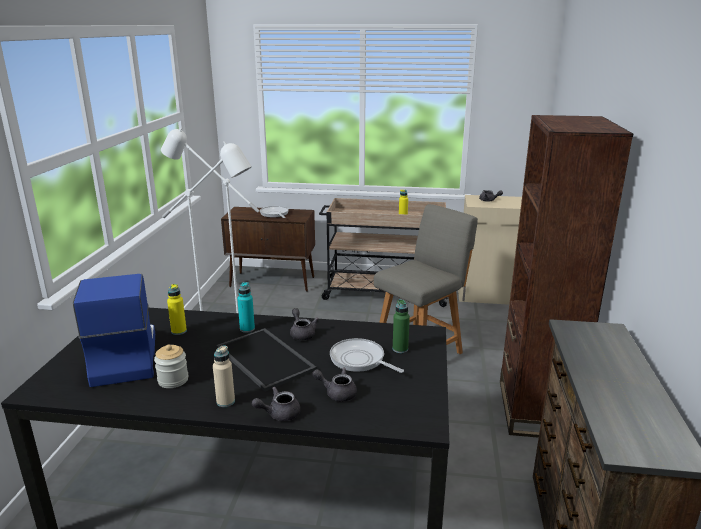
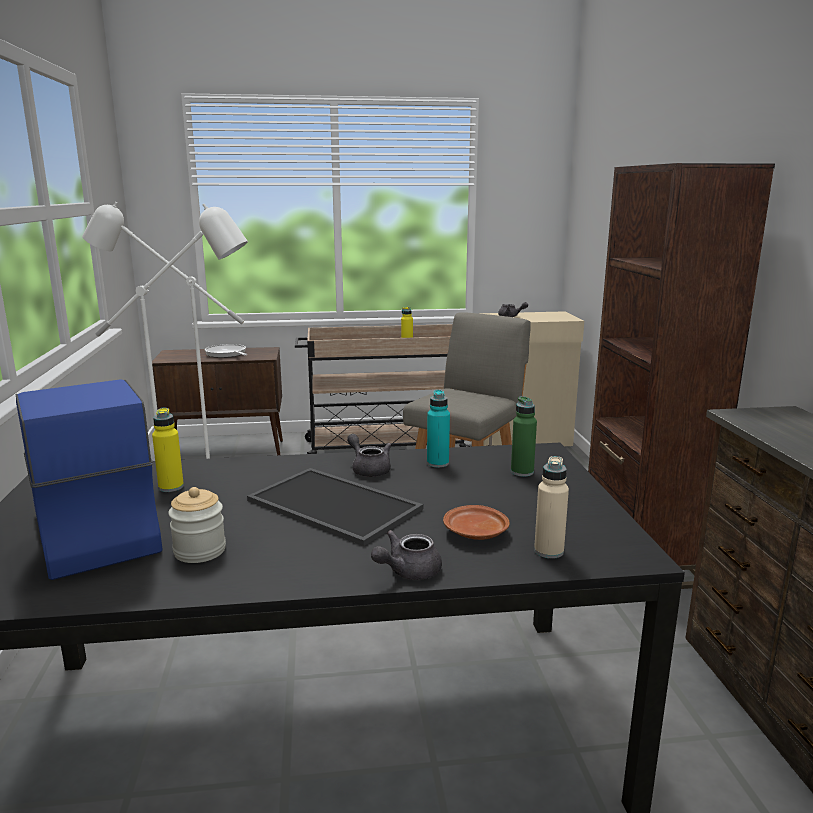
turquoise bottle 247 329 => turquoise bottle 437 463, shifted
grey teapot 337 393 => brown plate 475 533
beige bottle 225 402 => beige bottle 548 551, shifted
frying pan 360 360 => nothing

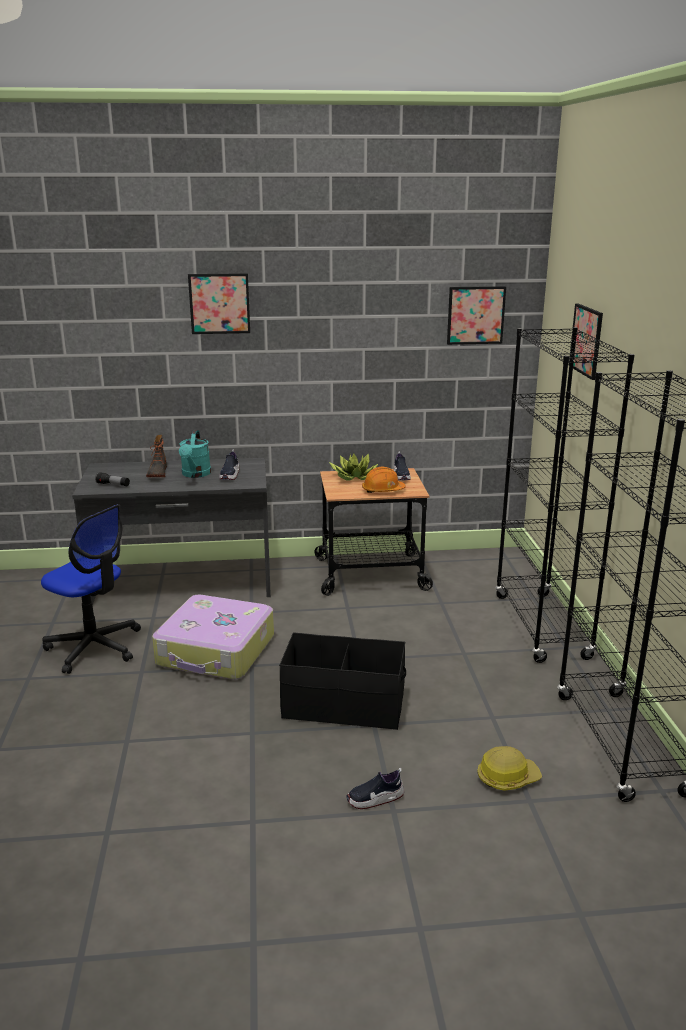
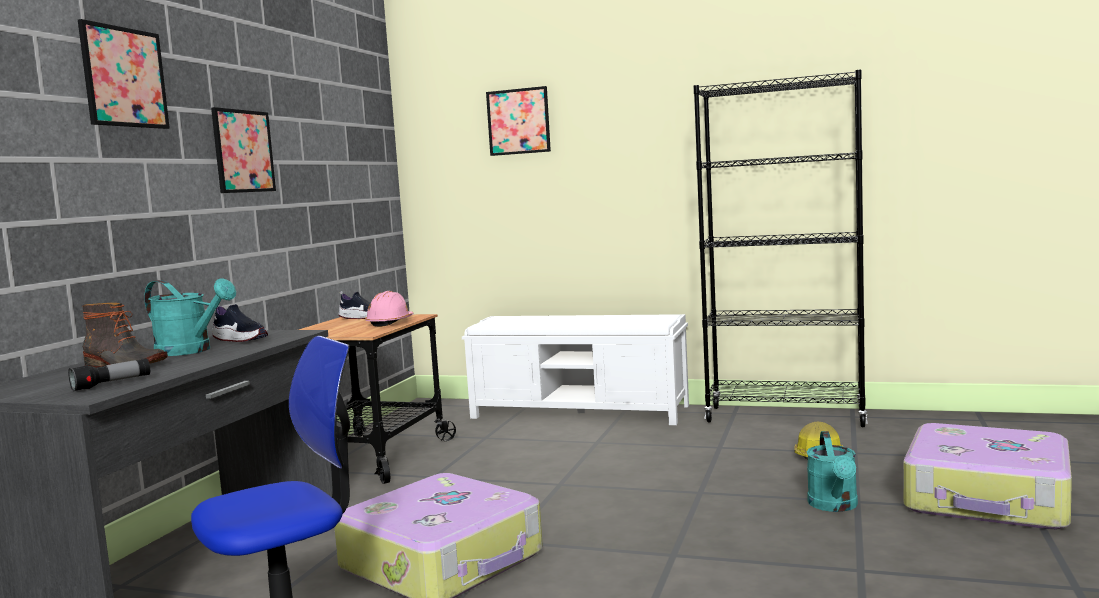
picture 475 315 => picture 243 151, shifted
orange hard hat 382 490 => pink hard hat 390 323
black bookcase 541 627 => white bench 581 412
shoe 375 799 => turquoise watering can 834 506
nothing => suitcase 988 498
black storage box 343 706 => nothing
potted plant 353 477 => nothing

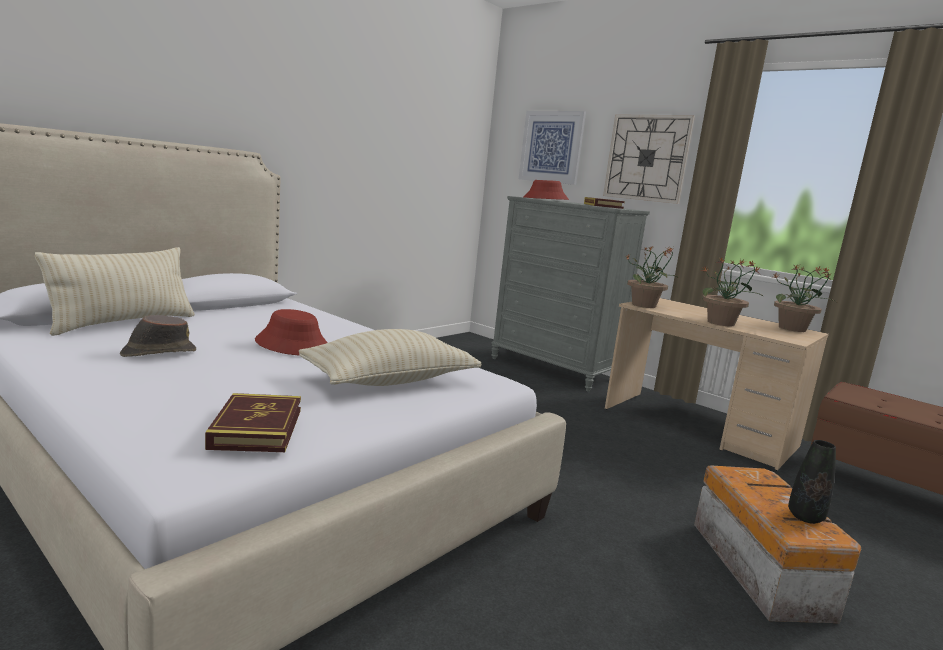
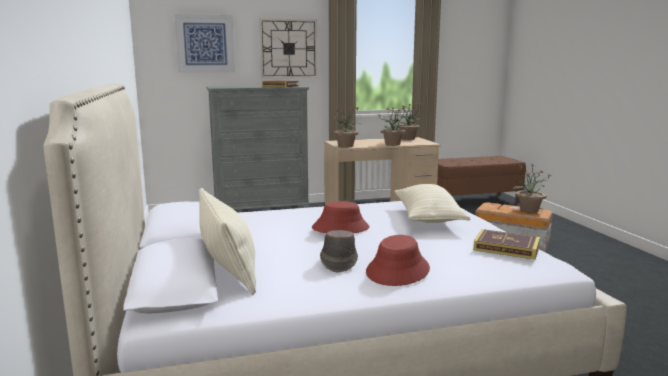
red hat 545 199 => red hat 398 270, shifted
black vase 805 517 => potted plant 528 210

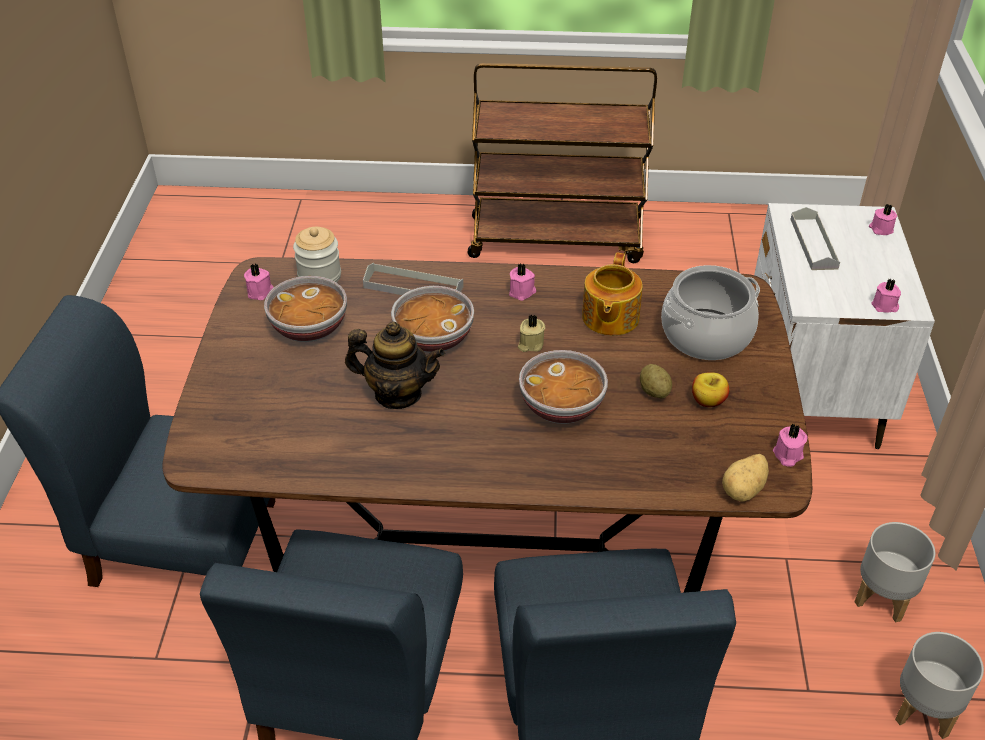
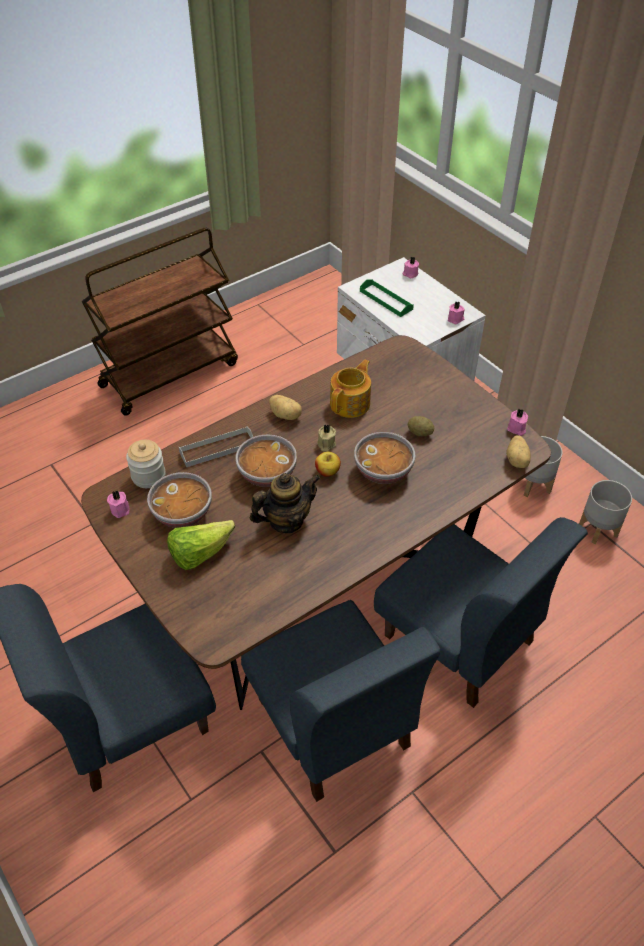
nothing => lettuce 200 554
pink candle 522 292 => potato 286 415
apple 708 401 => apple 327 471, shifted
teapot 609 318 => teapot 351 403, 120 degrees counterclockwise
grey tray 813 243 => green tray 386 300
cooking pot 706 334 => nothing

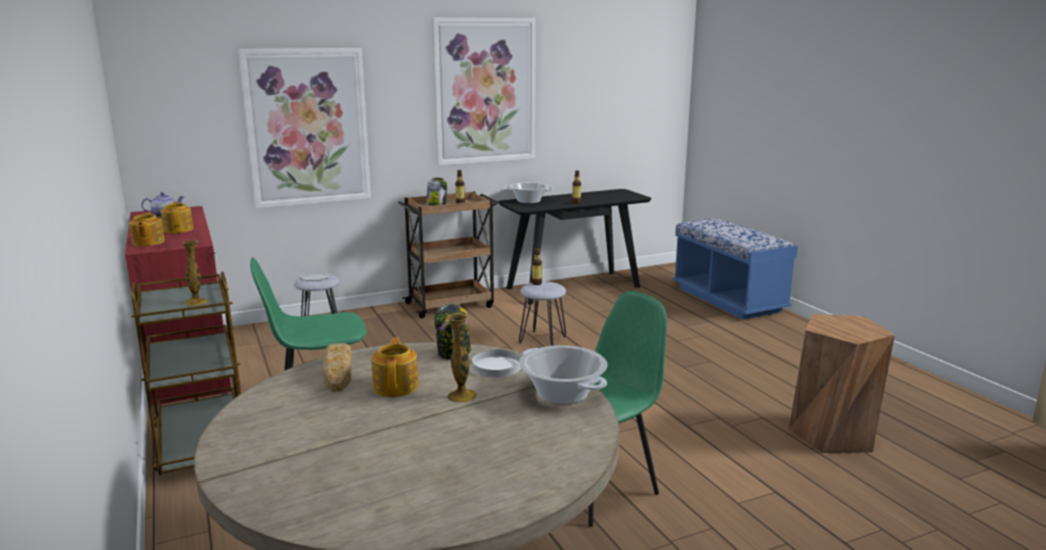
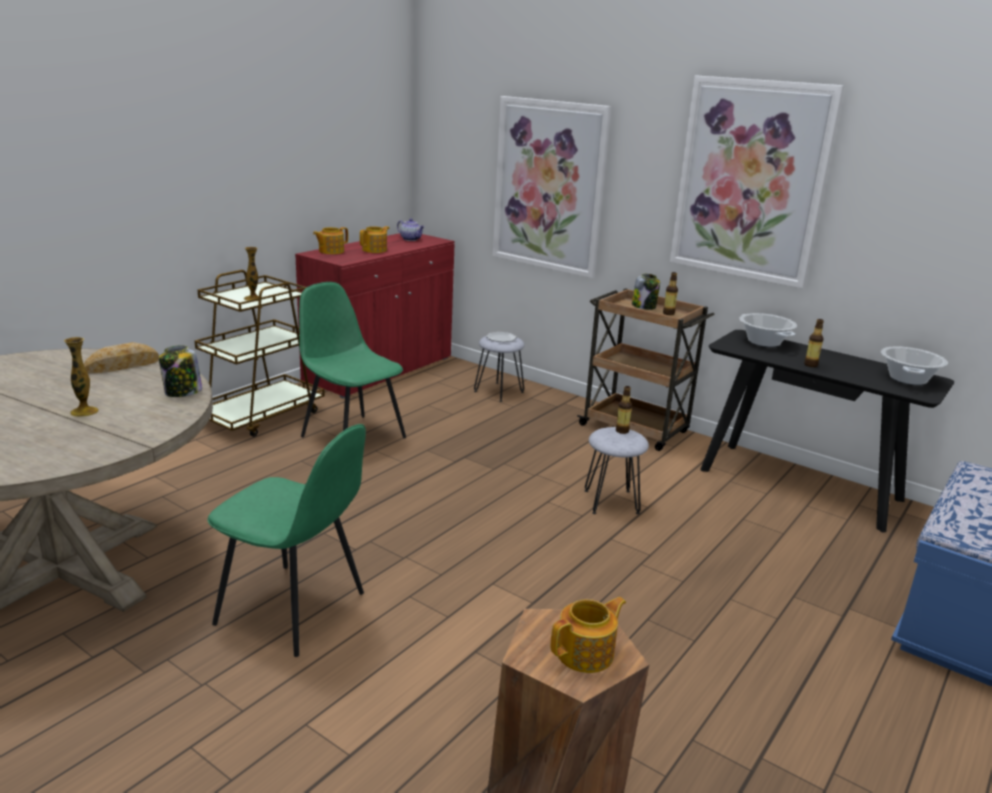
teapot 396 386 => teapot 586 653, shifted
cooking pot 562 394 => cooking pot 907 379, shifted
white plate 497 366 => nothing

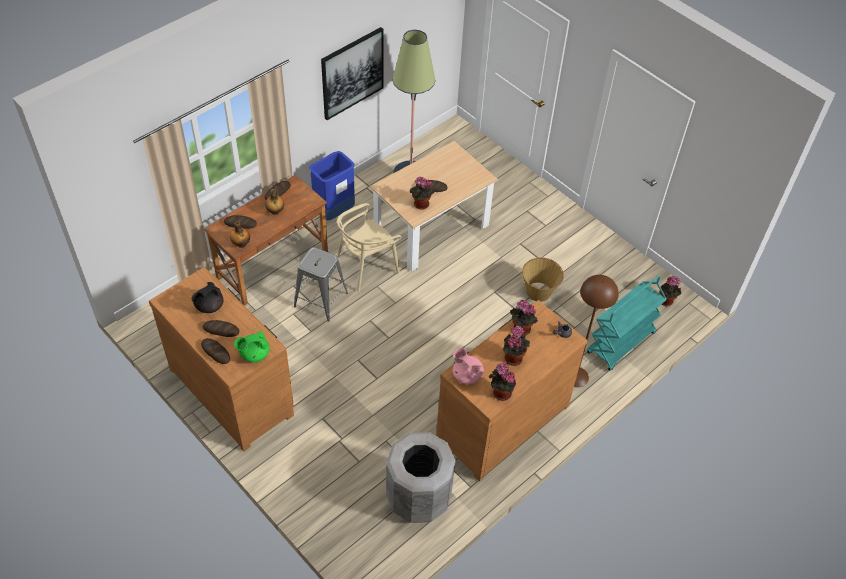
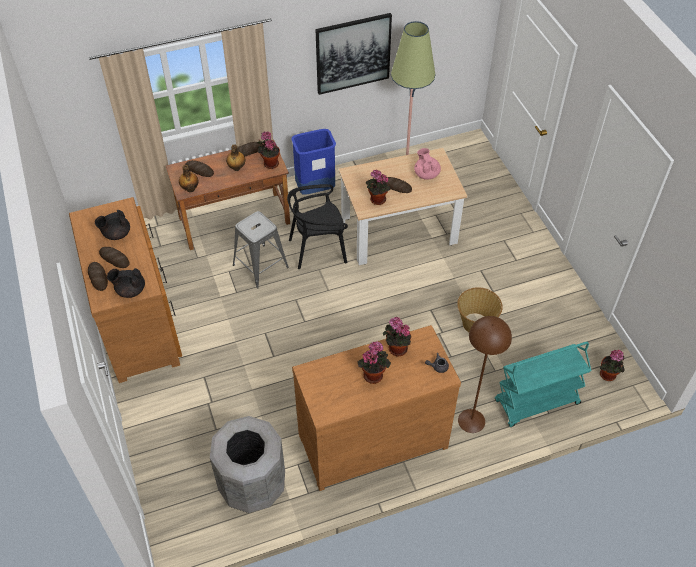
green teapot 254 354 => black teapot 130 290
potted plant 500 393 => potted plant 270 163, shifted
beige chair 366 267 => black chair 318 249
pink teapot 467 375 => pink teapot 426 174, shifted

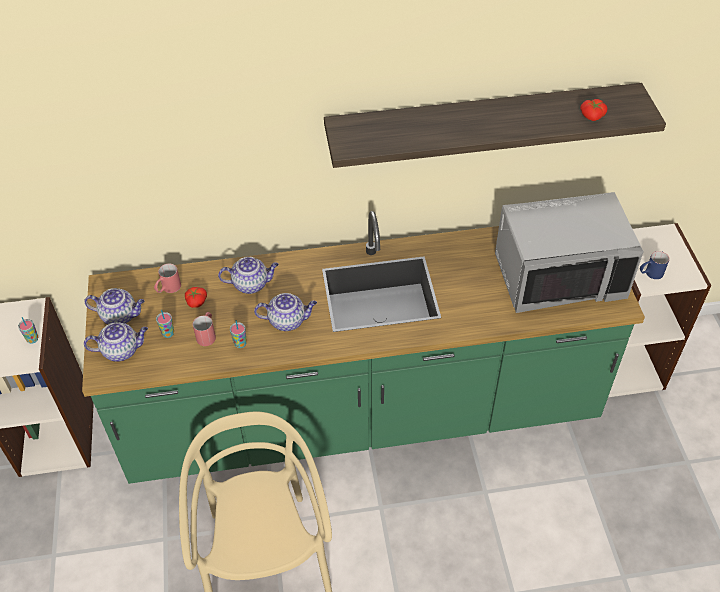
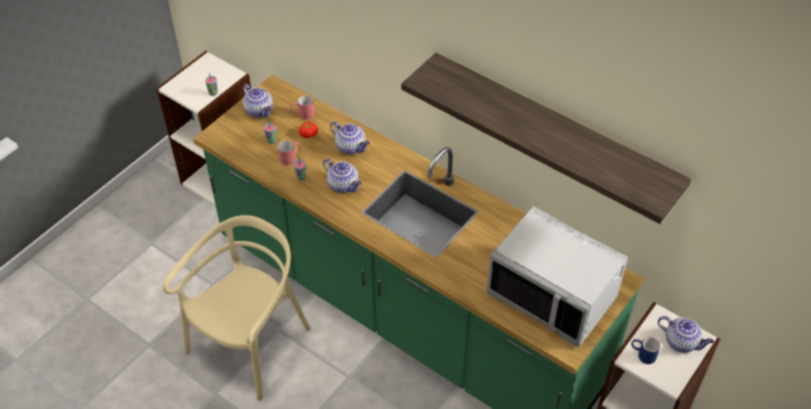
teapot 122 350 => teapot 682 342, shifted
tomato 592 117 => nothing

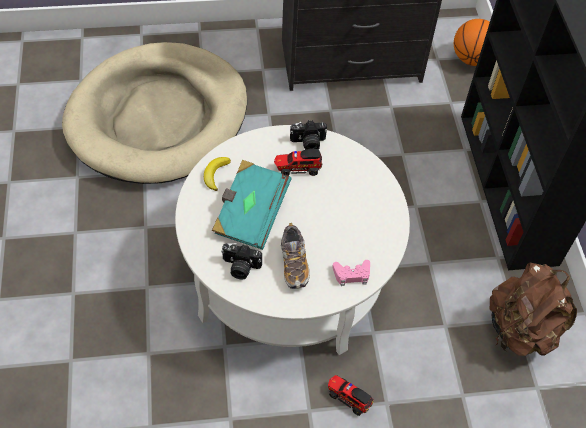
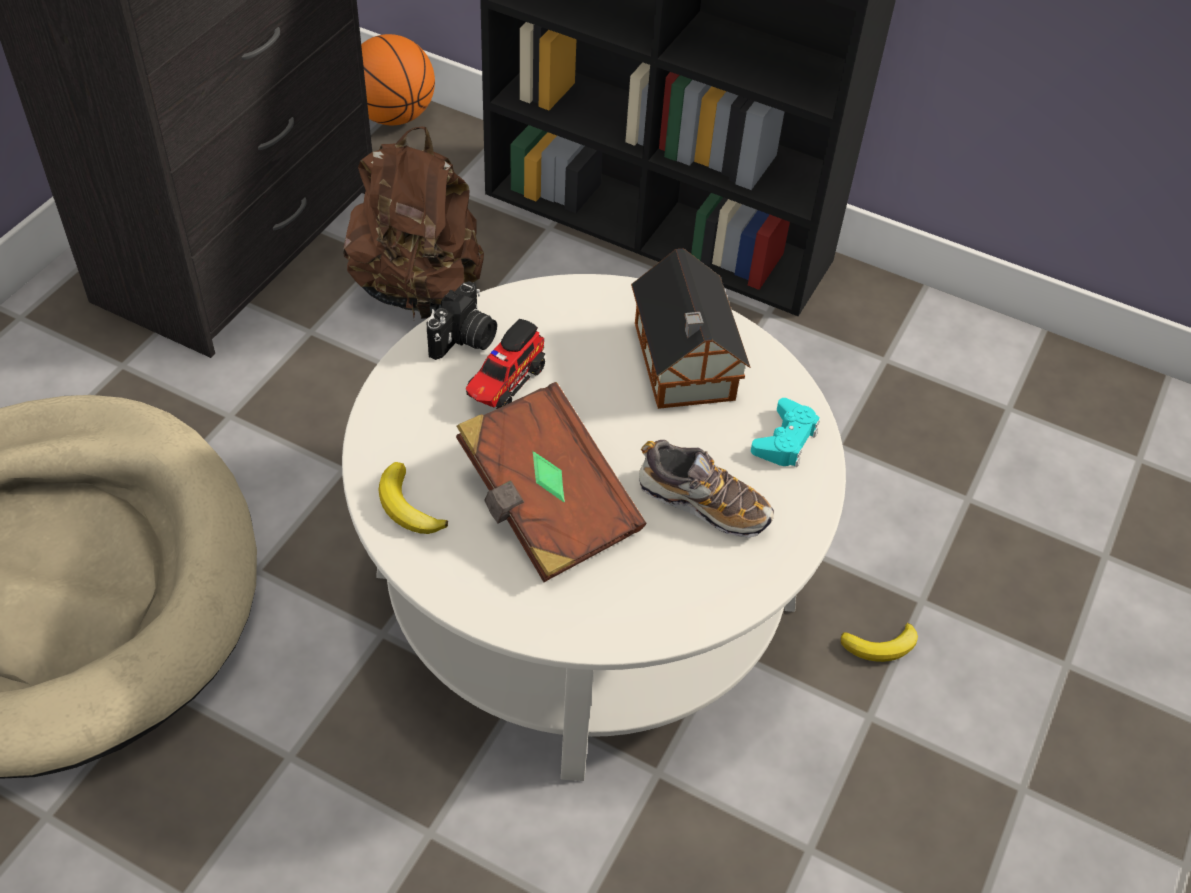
brown backpack 520 330 => brown backpack 418 288, shifted
turquoise book 250 214 => brown book 546 505
nothing => toy house 683 365
pink game controller 352 275 => turquoise game controller 785 440
toy truck 348 397 => banana 881 646
photo camera 240 267 => nothing

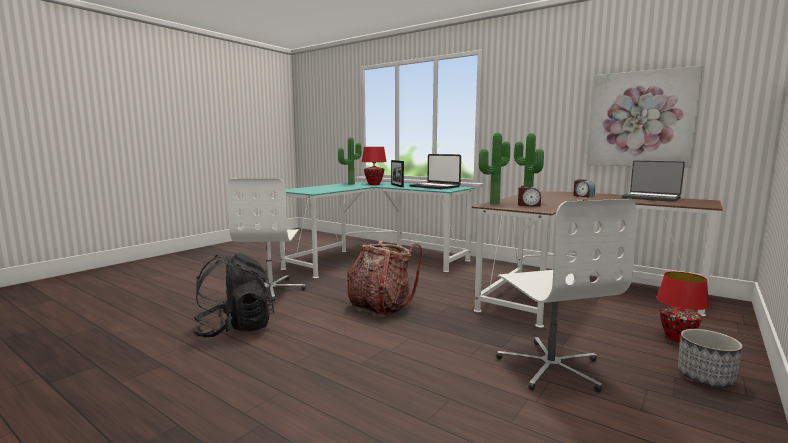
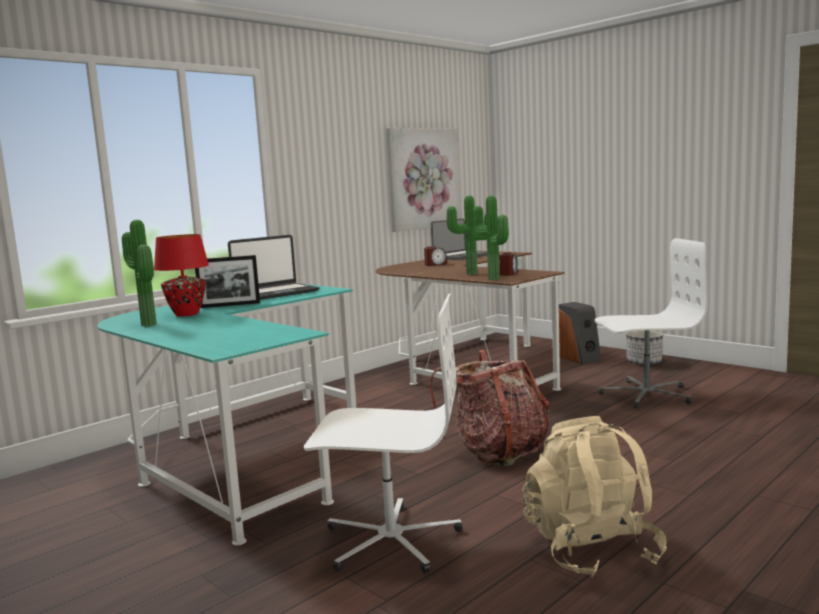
black backpack 235 328 => beige backpack 591 549
red table lamp 678 339 => speaker 578 358

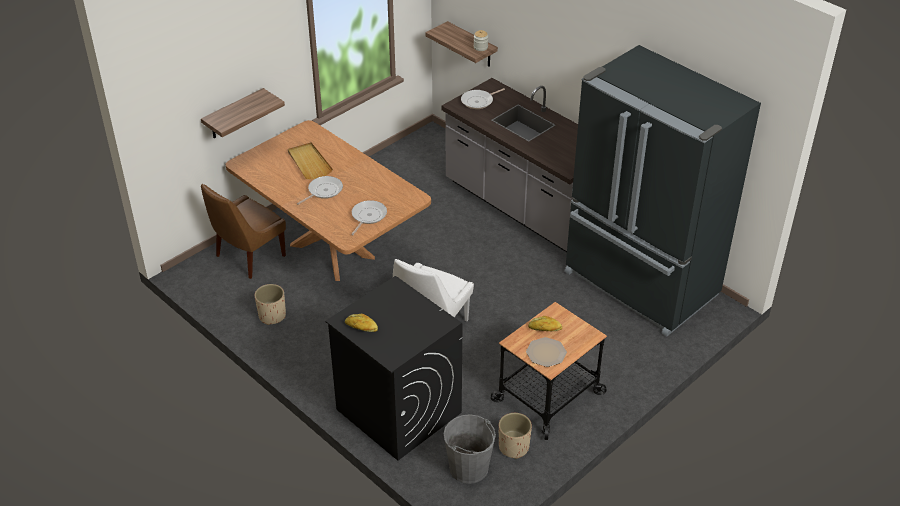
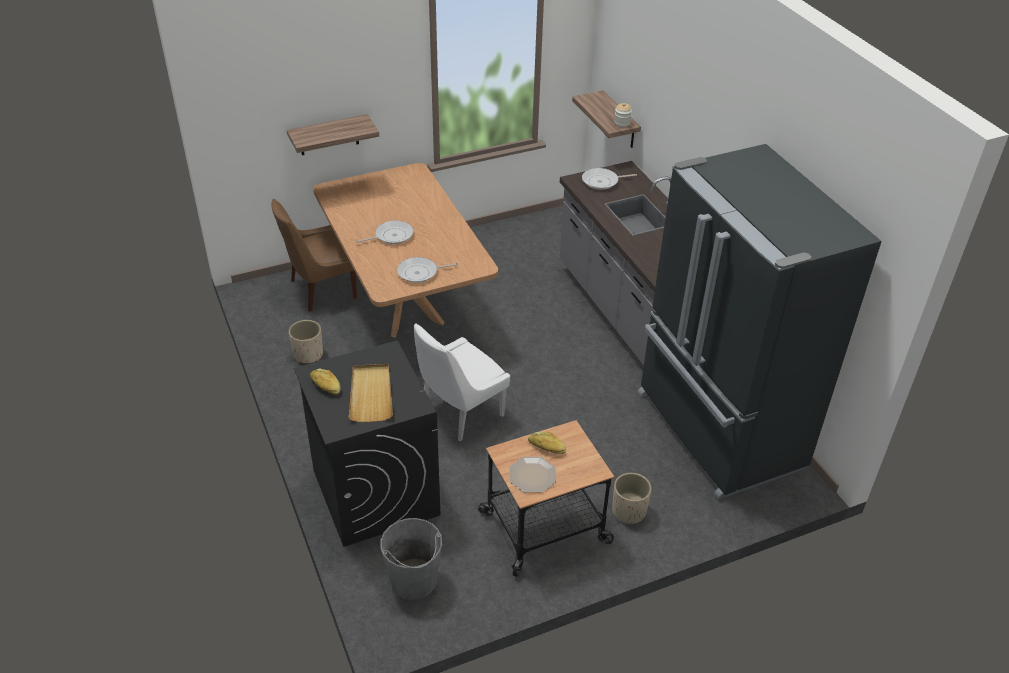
beige tray 309 163 => beige tray 371 394, shifted
frying pan 368 216 => frying pan 420 273, 150 degrees counterclockwise
beige planter 513 447 => beige planter 628 511, shifted

